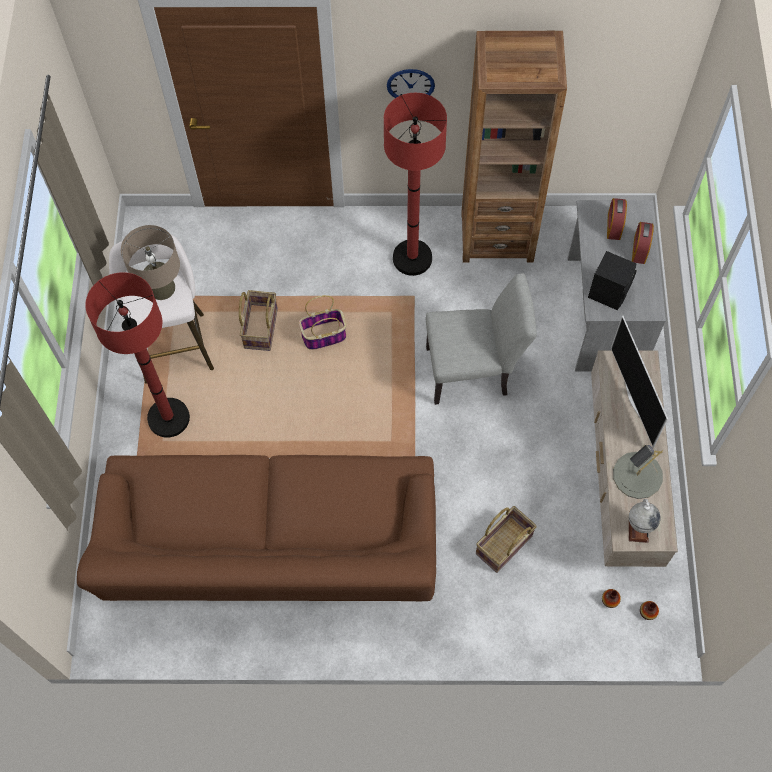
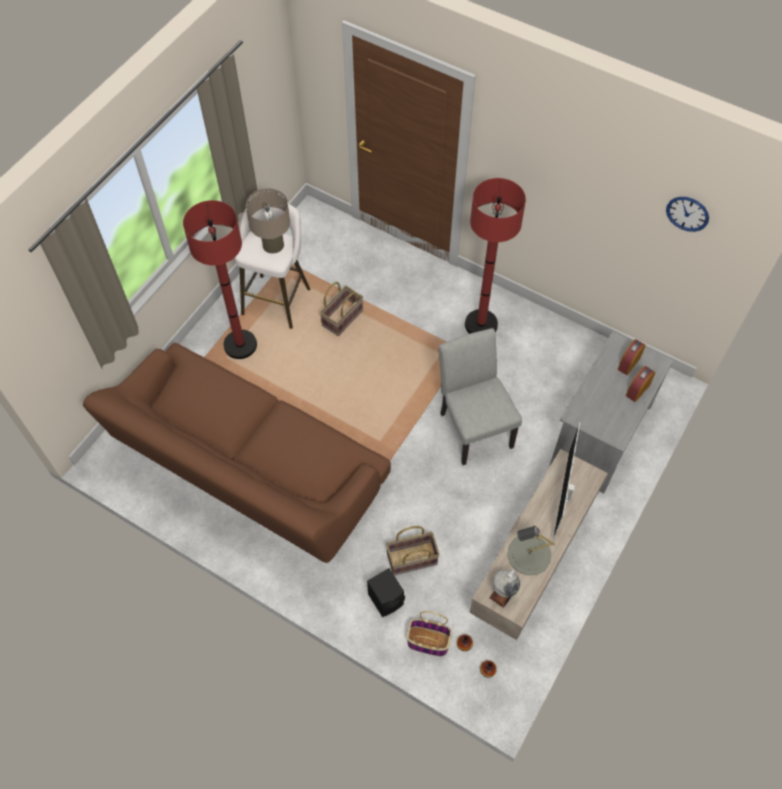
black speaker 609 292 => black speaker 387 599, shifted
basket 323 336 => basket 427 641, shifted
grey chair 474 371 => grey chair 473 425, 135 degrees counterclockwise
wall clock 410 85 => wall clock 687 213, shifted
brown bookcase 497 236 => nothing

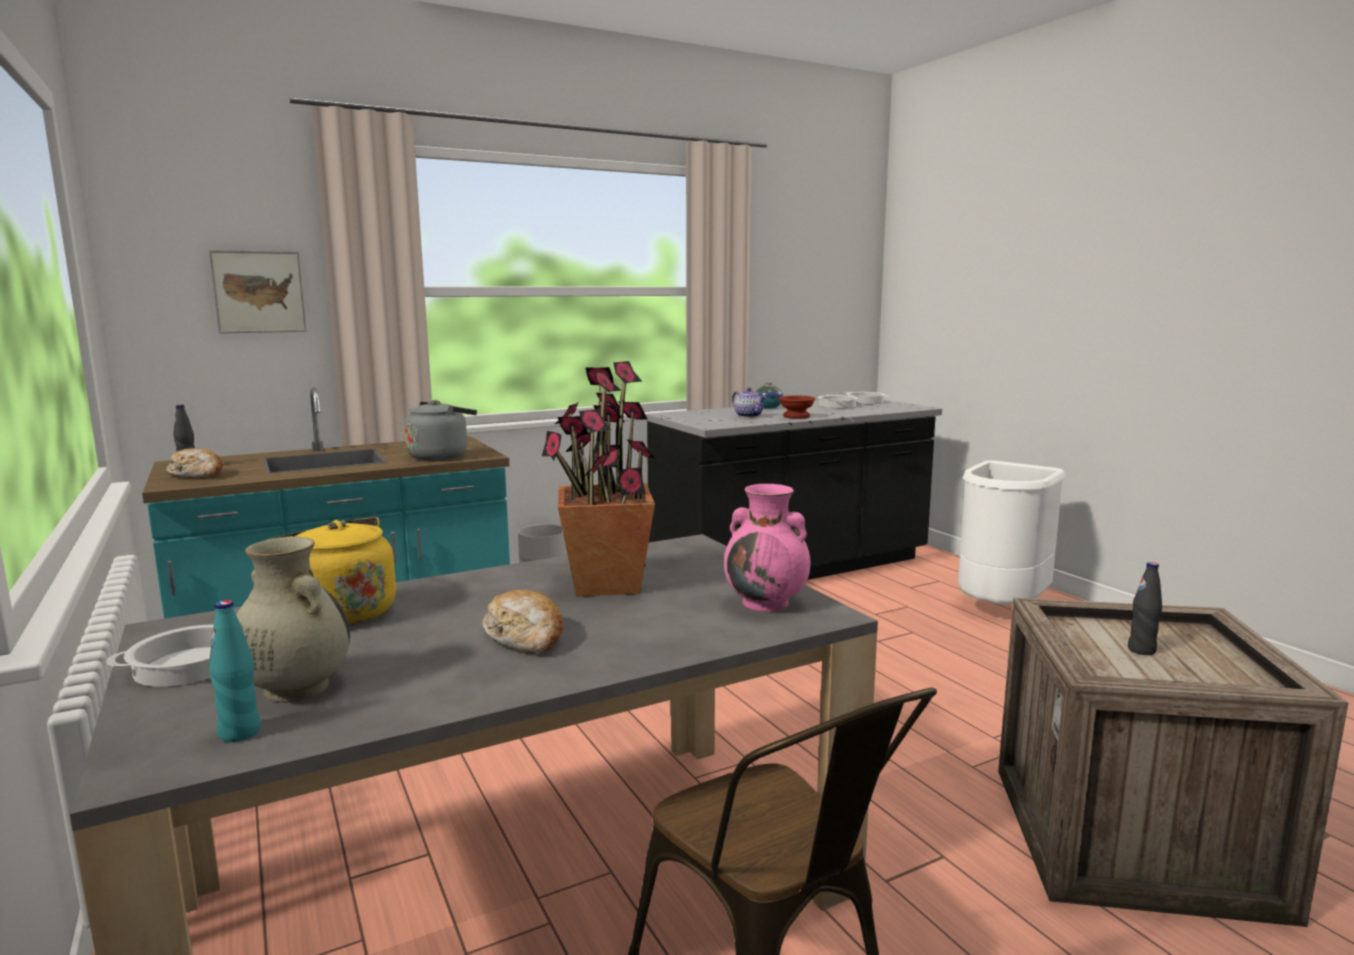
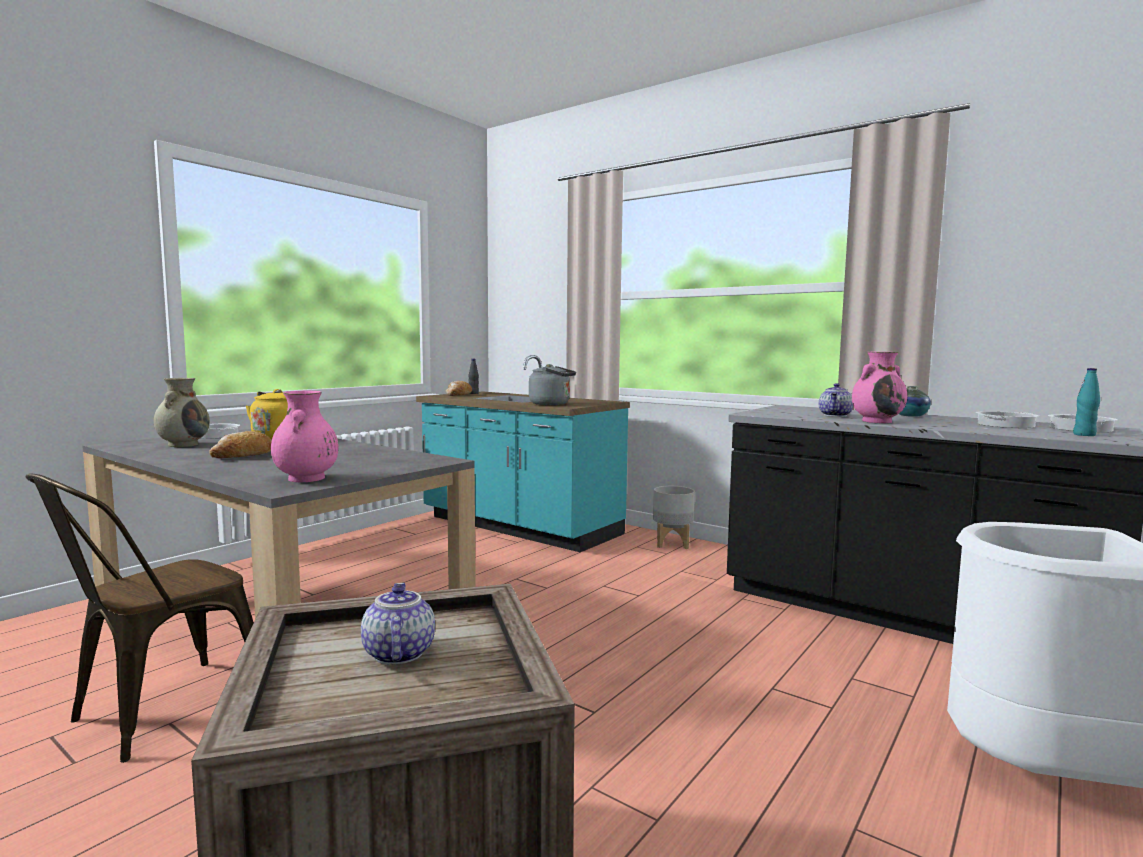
black bottle 1141 650 => teapot 397 653
brown bowl 796 416 => pink vase 877 421
turquoise bottle 240 733 => turquoise bottle 1084 435, shifted
picture 259 292 => nothing
potted plant 605 584 => nothing

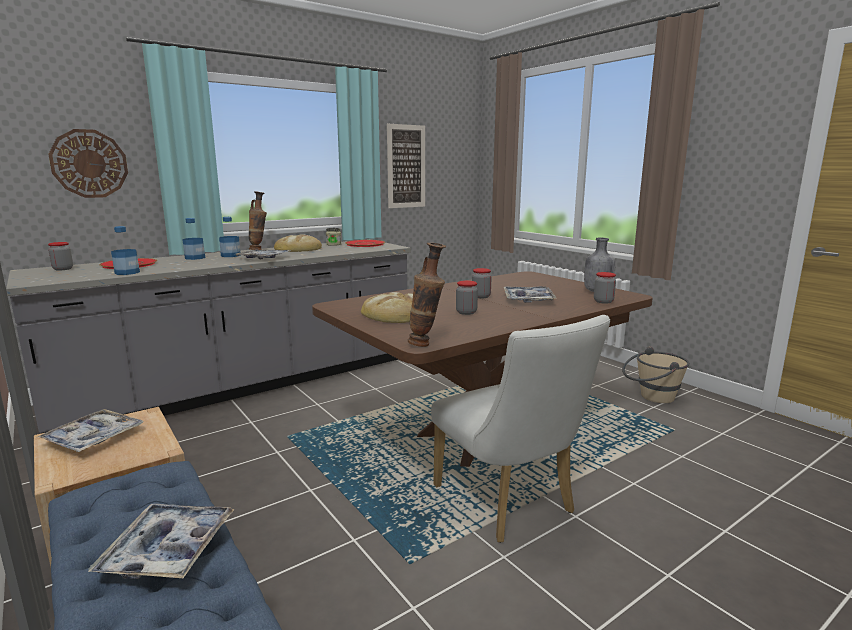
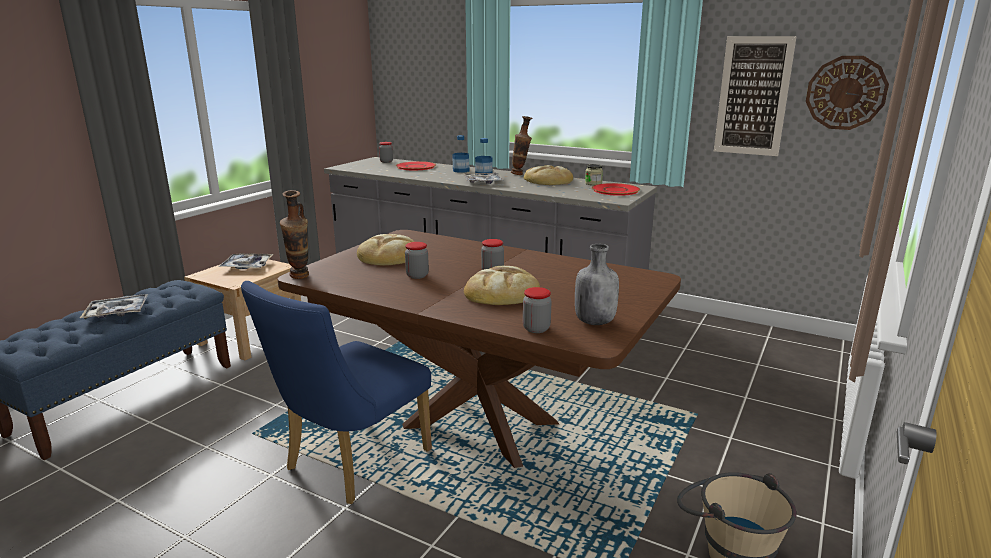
white chair 509 504 => blue chair 350 464
tray 528 299 => bread 502 292
wall clock 89 164 => wall clock 846 93, shifted
bottle 127 272 => nothing

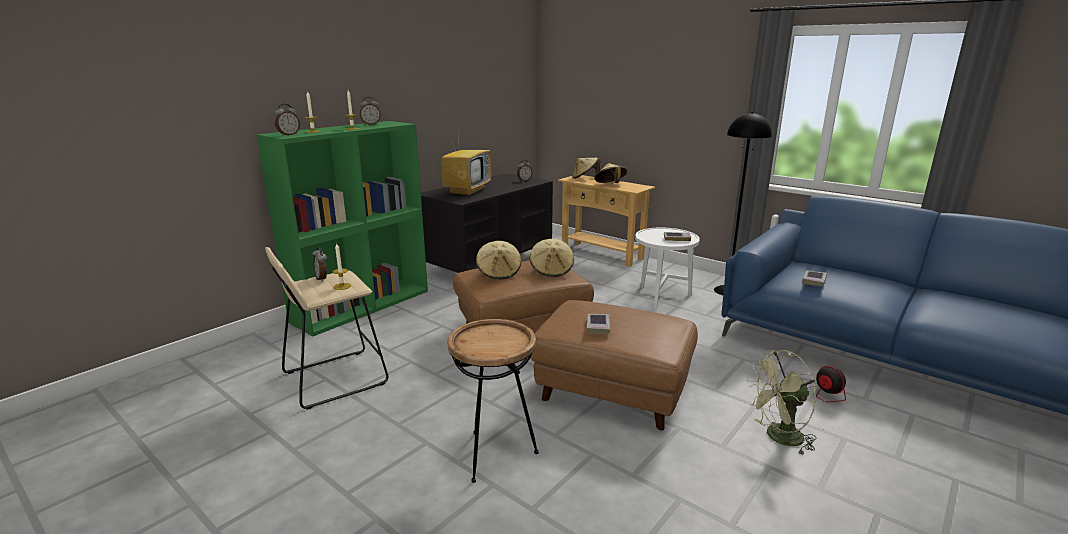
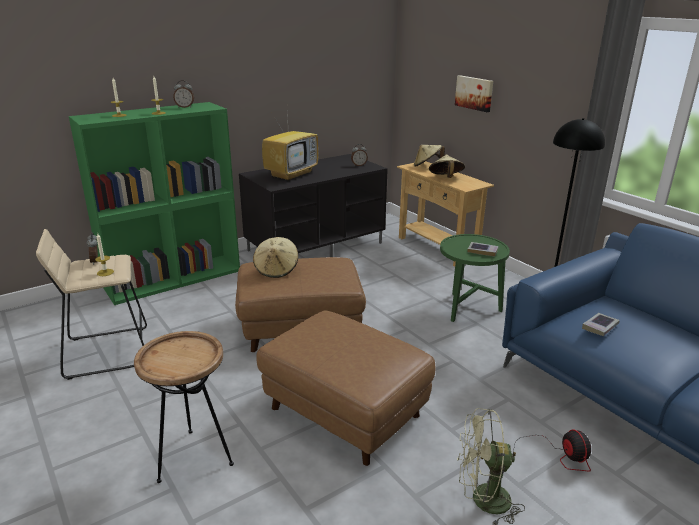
white side table 661 297 => green side table 467 309
nothing => picture 474 93
alarm clock 288 135 => nothing
beige hat 551 270 => nothing
book 598 326 => nothing

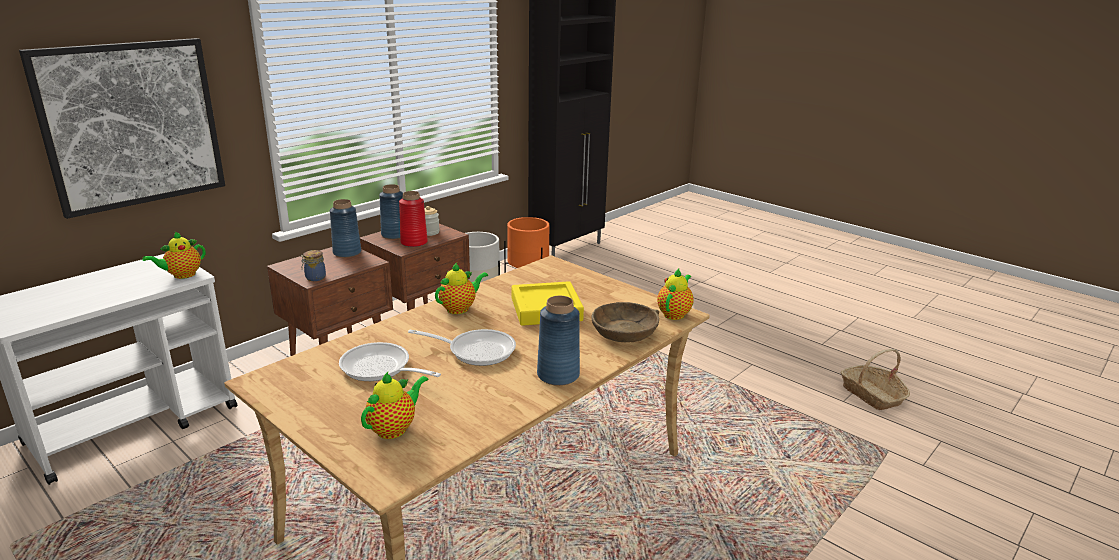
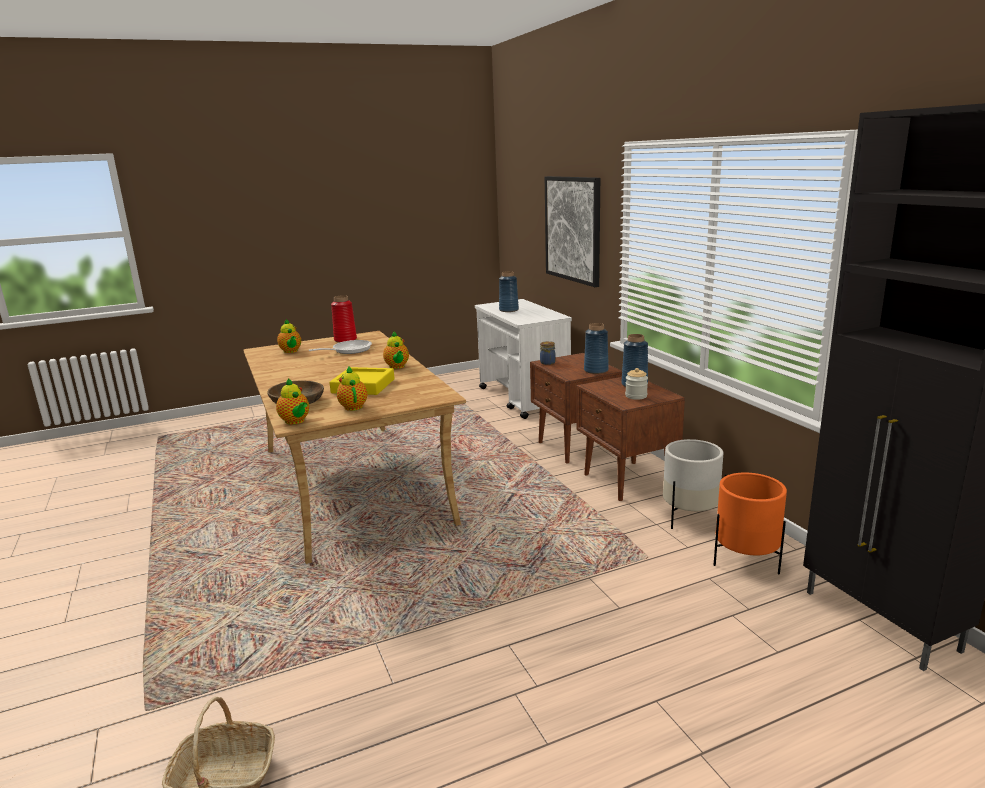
red vase 414 242 => red vase 345 340, shifted
teapot 182 275 => teapot 353 406, shifted
blue vase 558 375 => blue vase 509 310, shifted
frying pan 476 351 => nothing

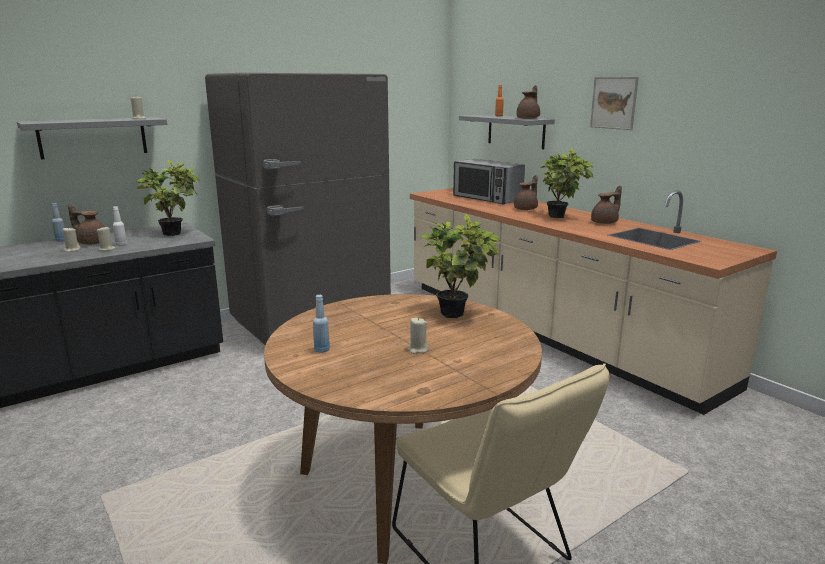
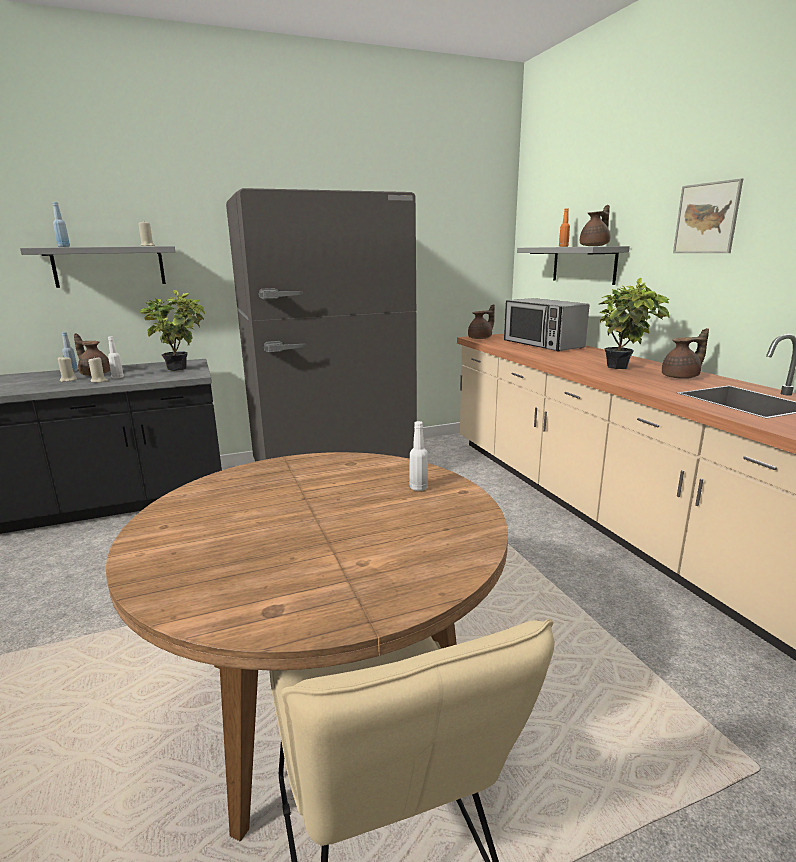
blue bottle 321 350 => blue bottle 64 247, shifted
potted plant 458 314 => white bottle 418 488
brown teapot 526 209 => brown teapot 481 338, shifted
beige candle 418 349 => nothing

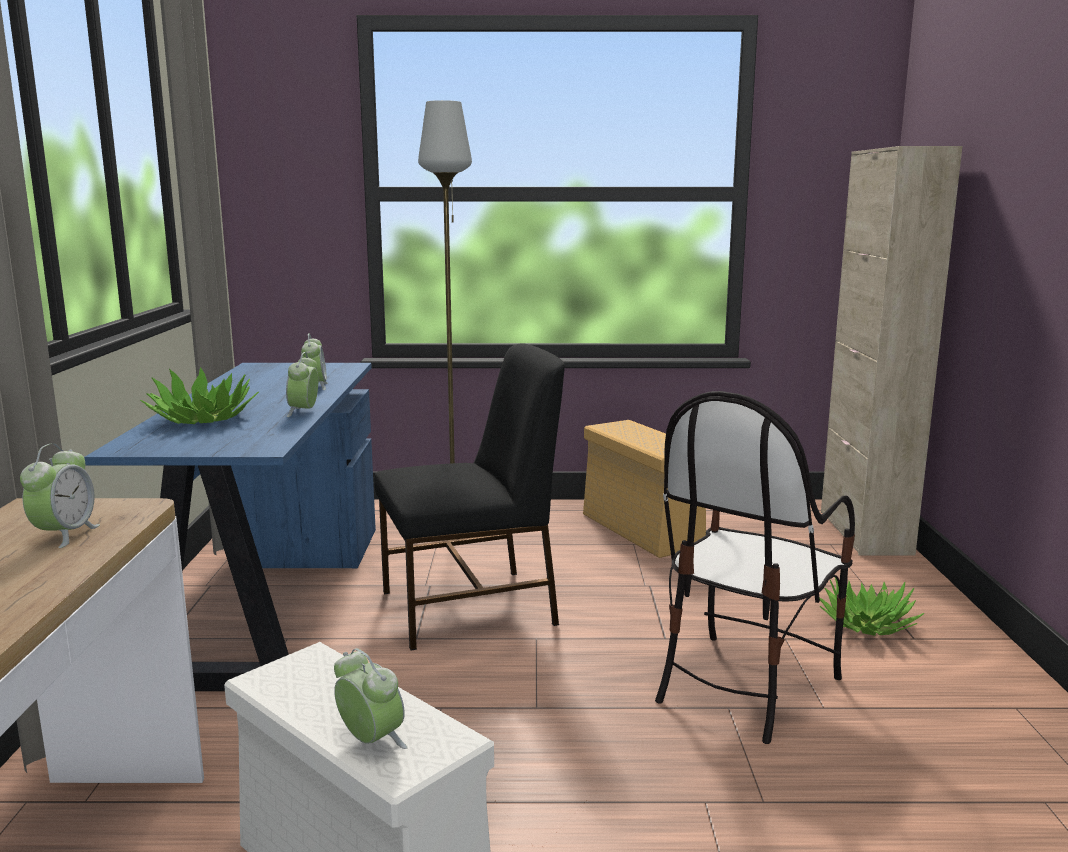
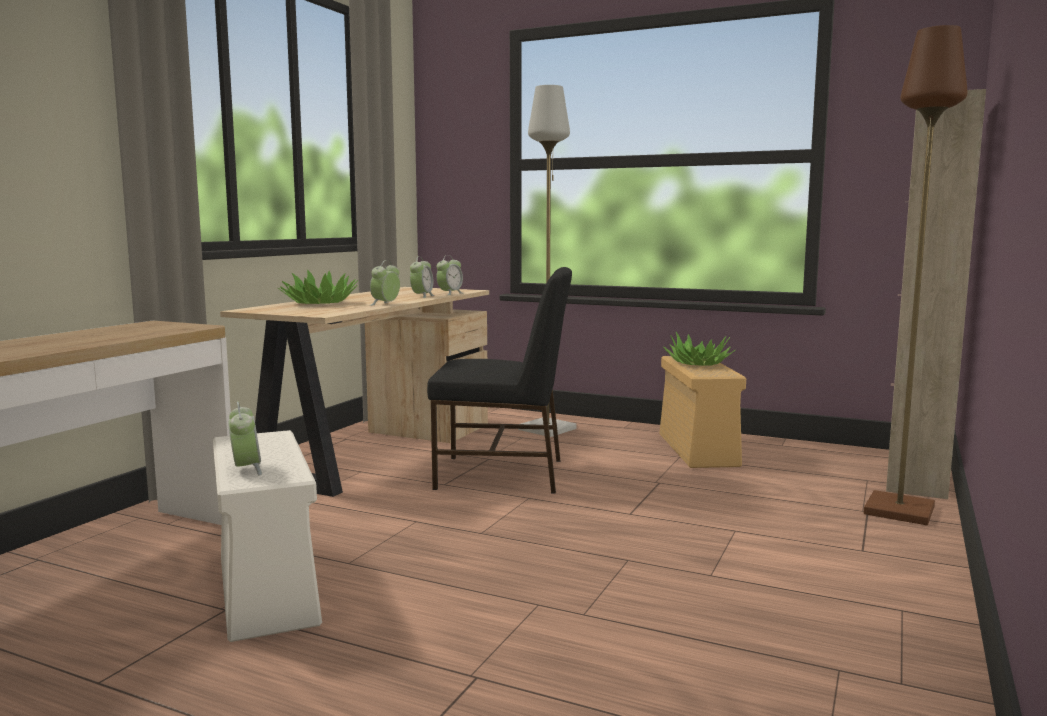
blue desk 272 598 => beige desk 376 450
alarm clock 65 535 => alarm clock 450 293, shifted
potted plant 867 624 => potted plant 698 363, shifted
nothing => brown floor lamp 900 511
chair 744 685 => nothing

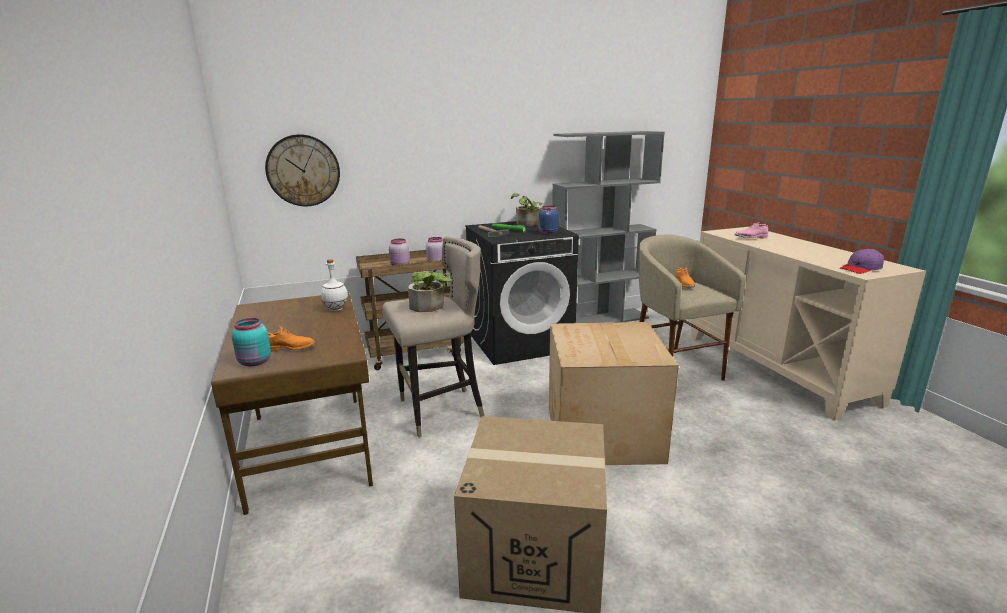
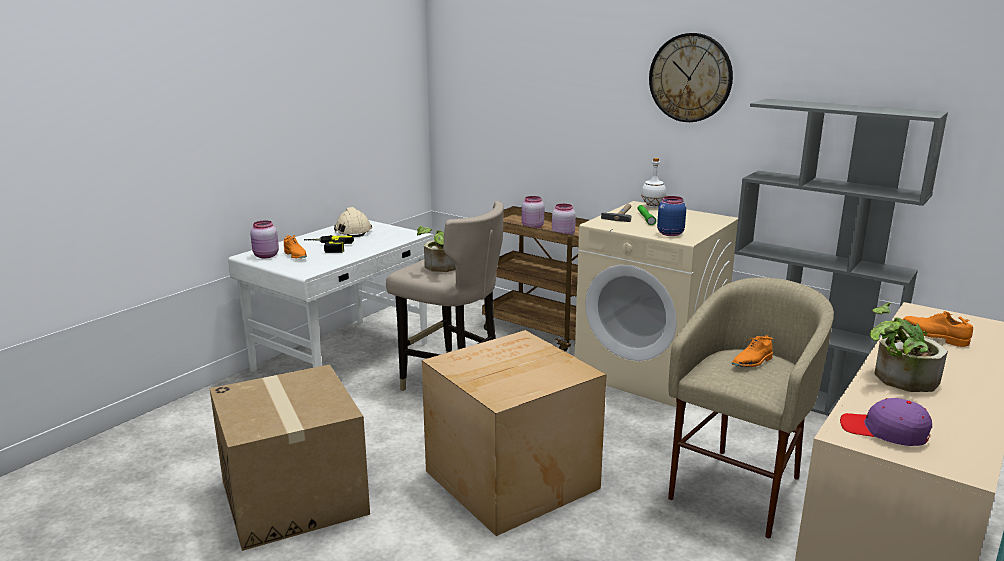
brown desk 311 446 => white desk 344 356
turquoise jar 255 362 => pink jar 265 256
nothing => power drill 326 247
nothing => beige hard hat 352 231
black washing machine 520 342 => beige washing machine 650 371
white bottle 336 309 => white bottle 652 206, shifted
wall clock 303 170 => wall clock 690 78, shifted
potted plant 527 224 => potted plant 898 379, shifted
pink shoe 751 238 => orange shoe 933 337

